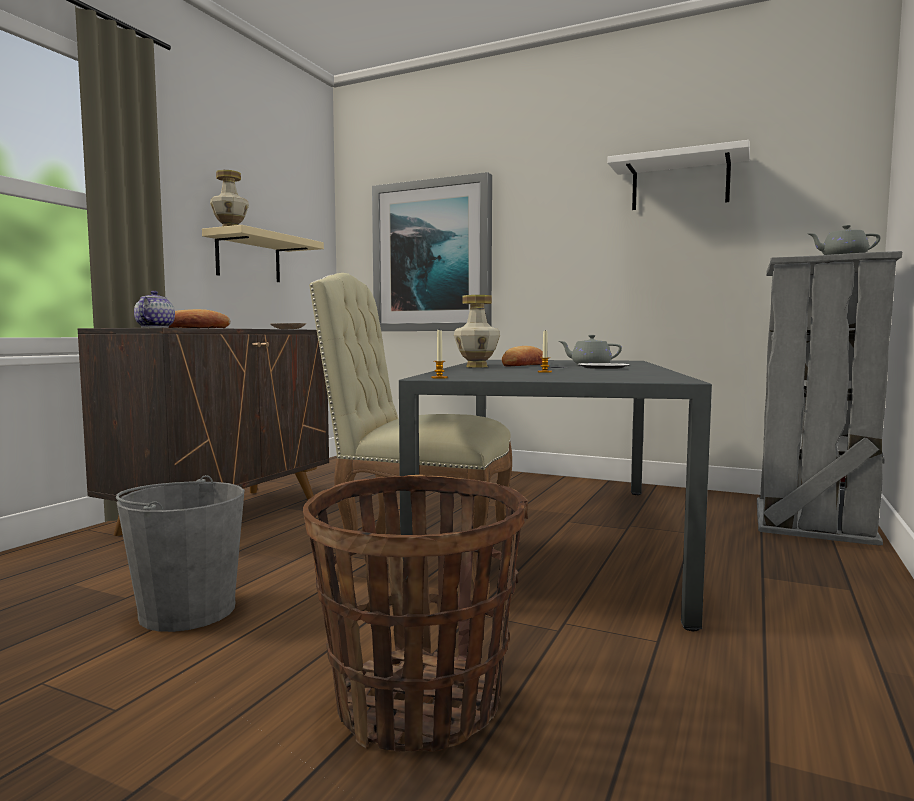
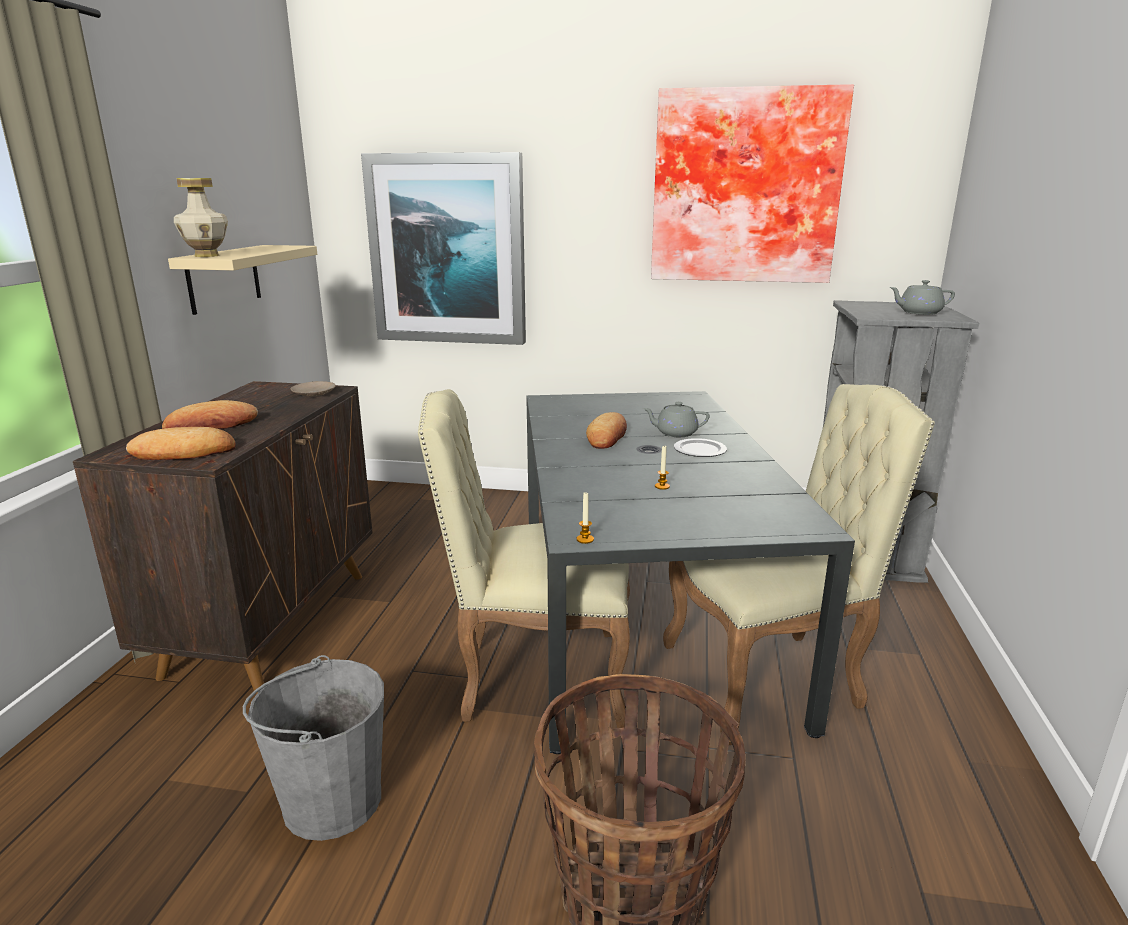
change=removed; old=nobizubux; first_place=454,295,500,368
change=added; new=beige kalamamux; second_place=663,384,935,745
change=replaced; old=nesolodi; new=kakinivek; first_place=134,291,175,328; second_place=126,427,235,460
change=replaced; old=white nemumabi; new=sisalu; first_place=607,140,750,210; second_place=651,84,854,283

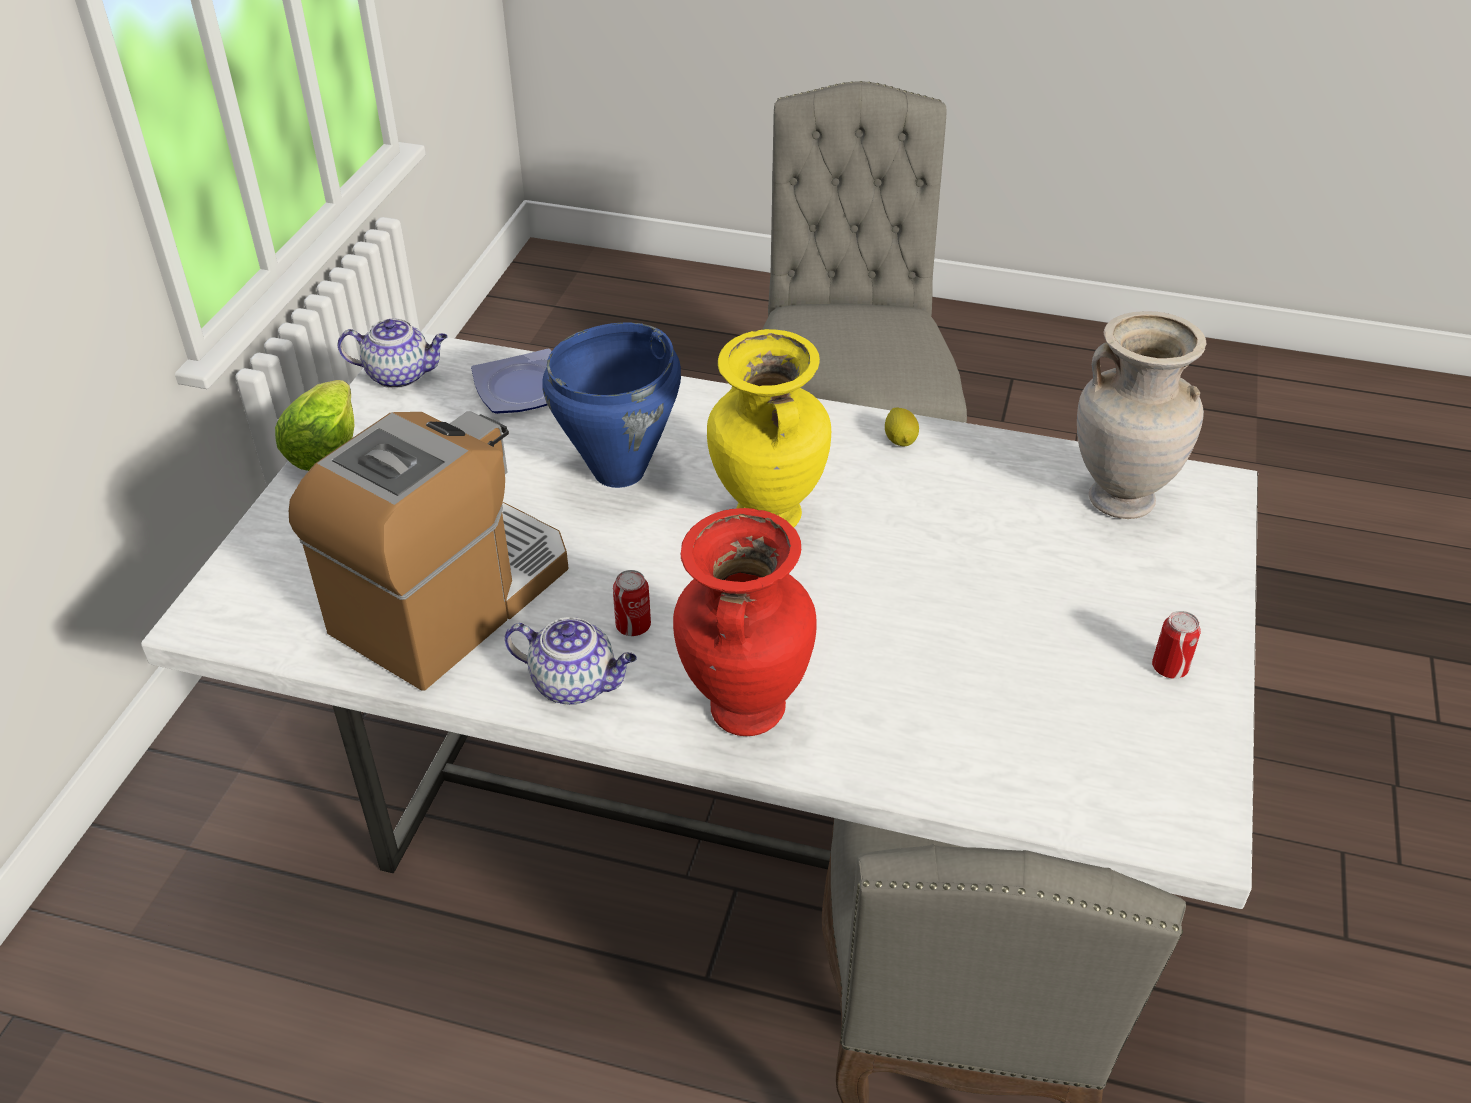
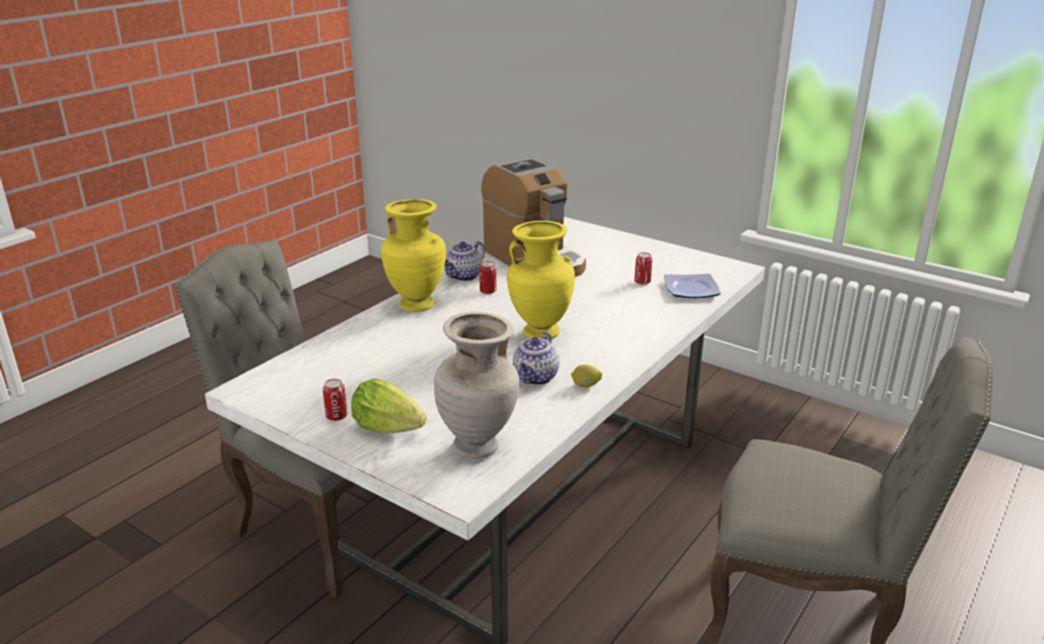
change=removed; old=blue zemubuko; first_place=542,322,681,488
change=added; new=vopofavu; second_place=634,252,652,285
change=moved; old=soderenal; first_place=275,380,354,471; second_place=351,378,427,433
change=moved; old=nesolodi; first_place=337,319,448,388; second_place=513,332,559,385
change=recoloured; old=red nobizubux; new=yellow nobizubux; first_place=673,508,817,736; second_place=381,199,446,312

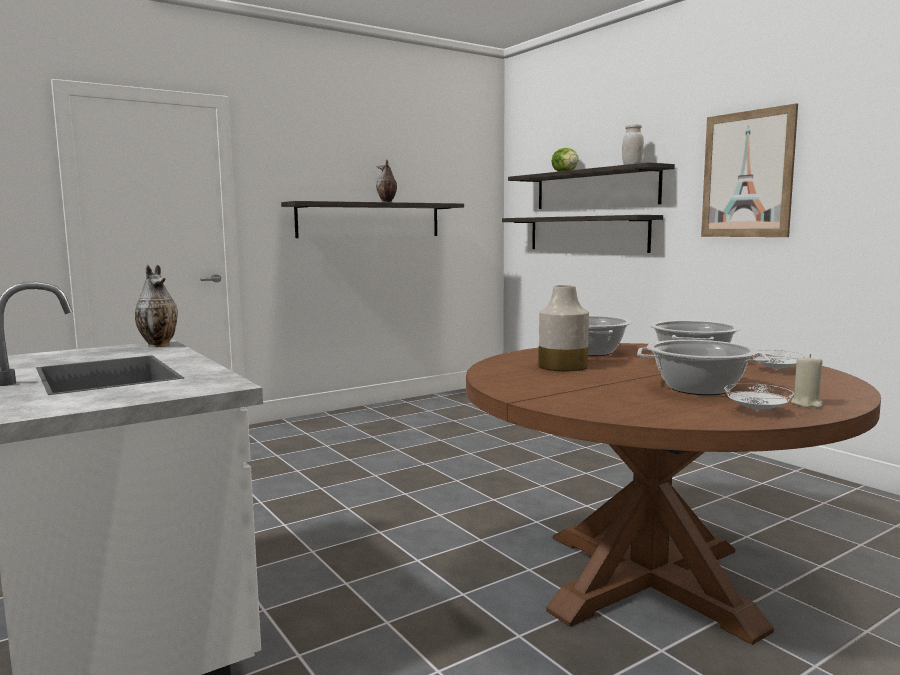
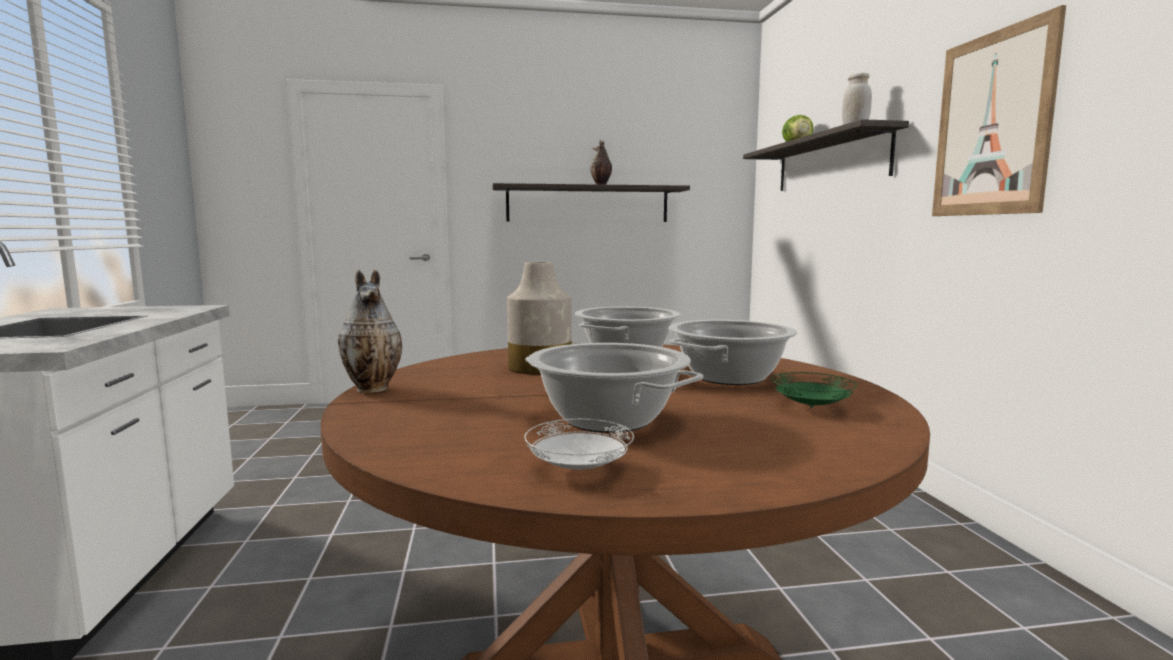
change=removed; old=nemumabi; first_place=502,215,663,253
change=removed; old=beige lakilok; first_place=791,354,823,408
change=moved; old=nobizubux; first_place=135,265,178,347; second_place=338,270,402,393
change=recoloured; old=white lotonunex; new=green lotonunex; first_place=752,350,805,370; second_place=771,372,857,408

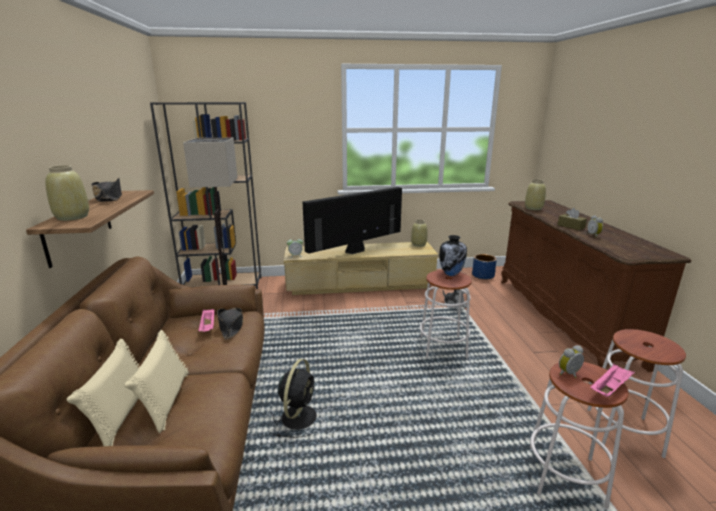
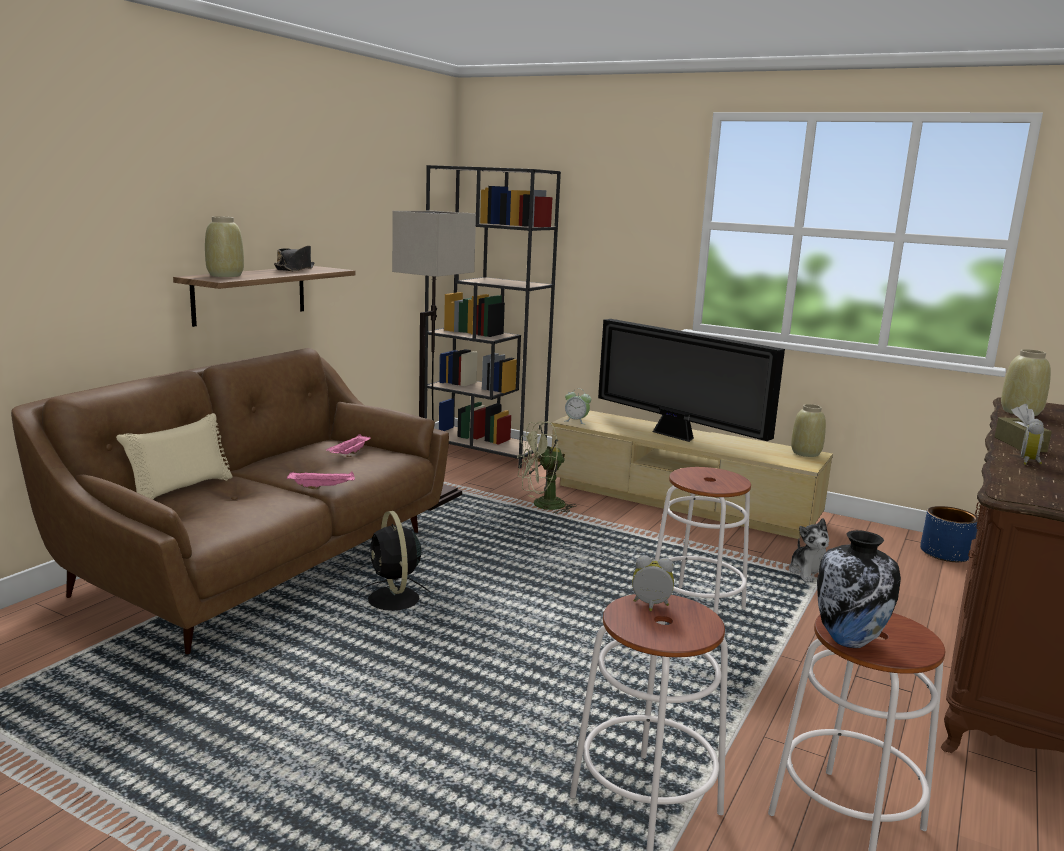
change=removed; old=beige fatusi; first_place=124,330,189,433
change=removed; old=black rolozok; first_place=217,307,244,339
change=added; new=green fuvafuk; second_place=517,421,577,514
change=moved; old=nobizubux; first_place=439,235,467,276; second_place=817,530,901,648
change=moved; old=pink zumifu; first_place=590,363,635,397; second_place=287,471,355,489
change=turned; old=black fuvafuk; first_place=273,359,317,438; second_place=355,511,430,611; degrees=105
change=turned; old=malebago; first_place=303,187,402,254; second_place=598,319,785,442; degrees=-135

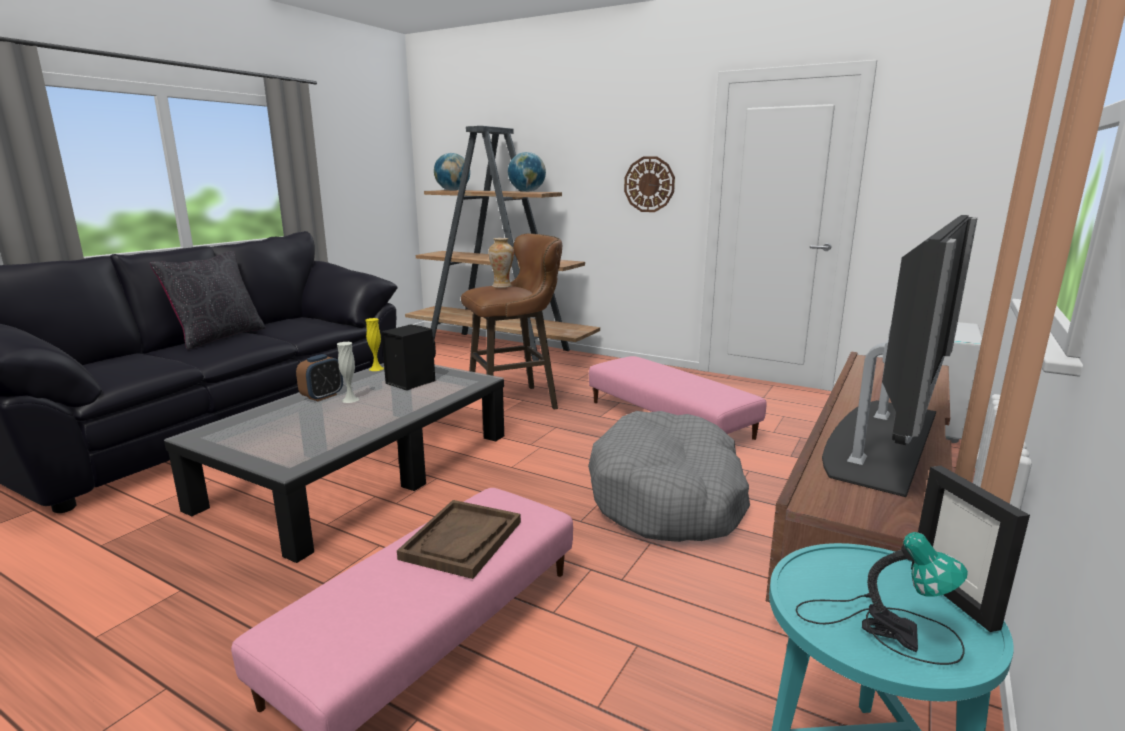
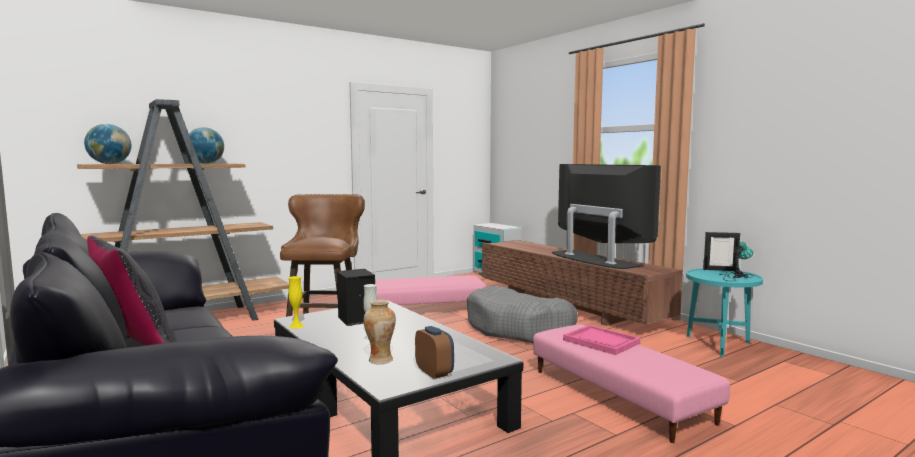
change=removed; old=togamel; first_place=624,156,675,212
change=moved; old=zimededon; first_place=296,354,343,401; second_place=415,326,454,379
change=moved; old=nobizubux; first_place=488,238,514,288; second_place=363,300,396,364
change=recoloured; old=brown zumifu; new=pink zumifu; first_place=397,500,521,579; second_place=563,325,640,355

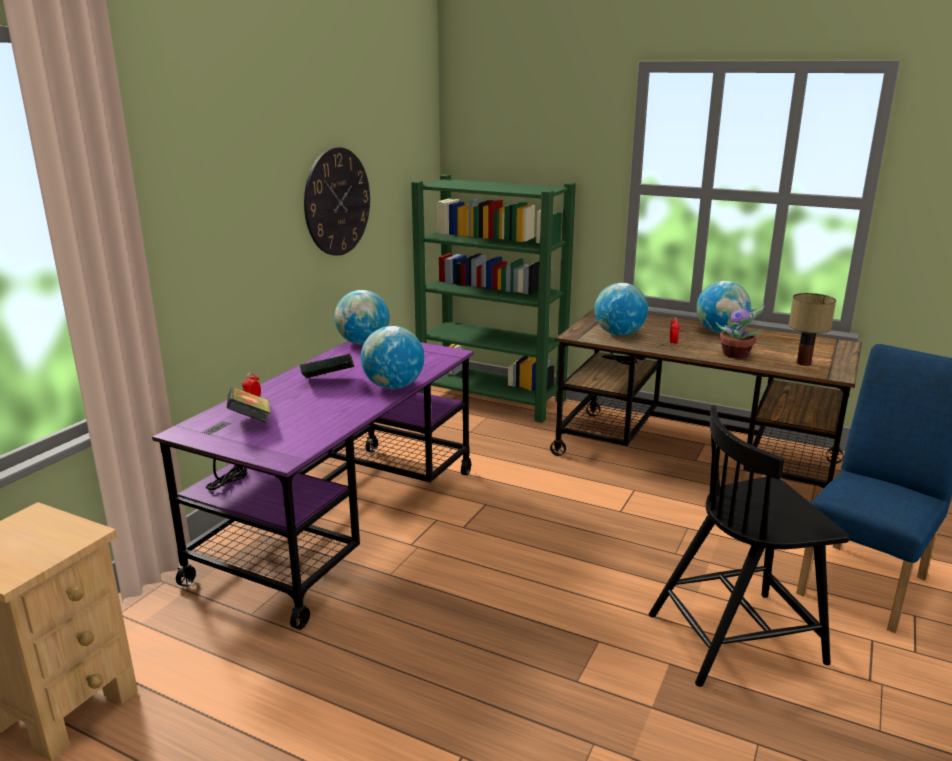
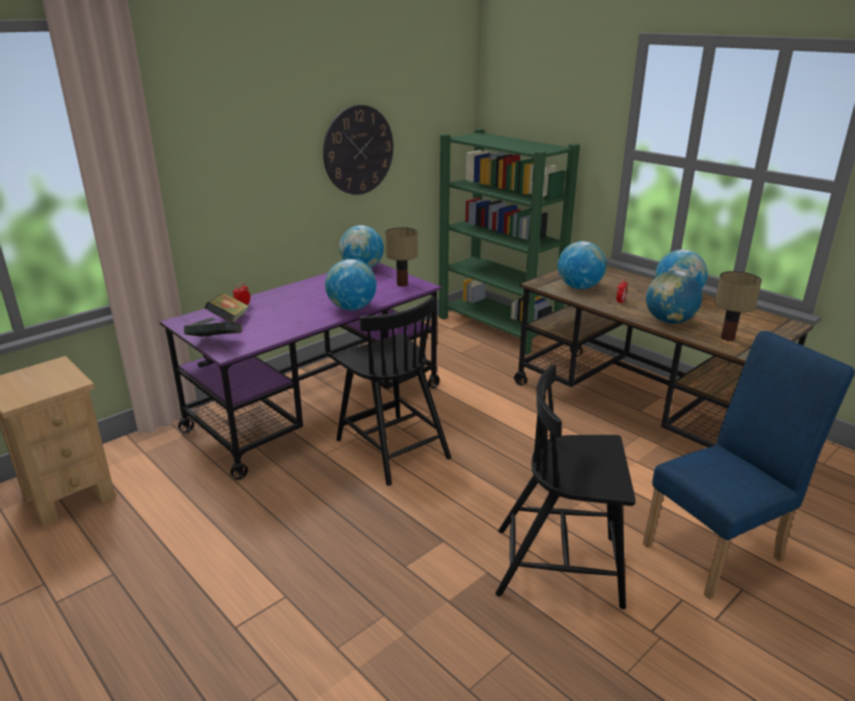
change=added; new=black kalamamux; second_place=332,296,451,486
change=added; new=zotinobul; second_place=385,227,418,286
change=moved; old=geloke; first_place=300,354,354,379; second_place=184,322,242,337
change=replaced; old=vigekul; new=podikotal; first_place=716,302,764,359; second_place=646,270,702,324

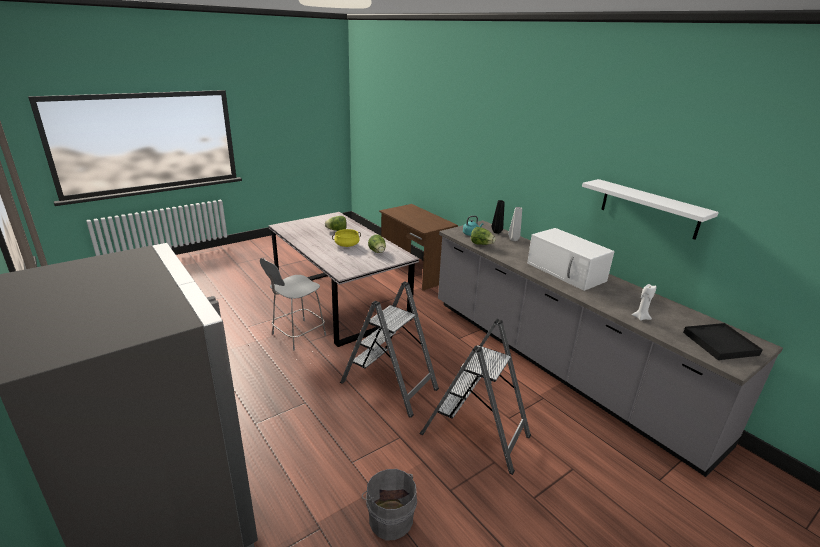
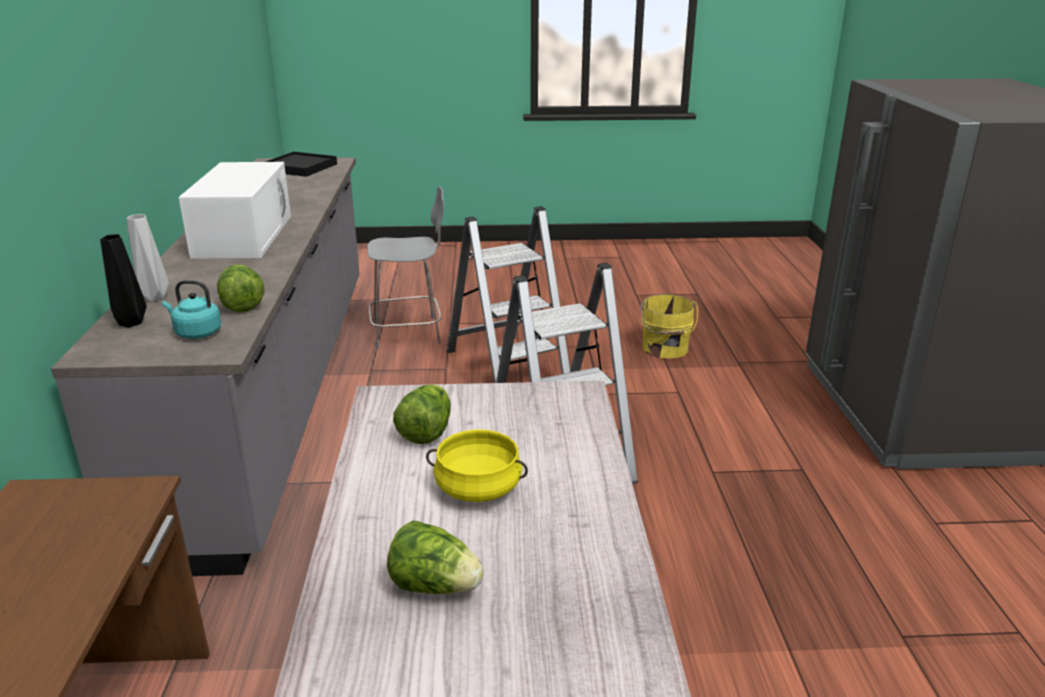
change=removed; old=white nemumabi; first_place=582,179,719,240
change=removed; old=white lakilok; first_place=632,284,657,321
change=moved; old=grey kalamamux; first_place=260,258,326,351; second_place=367,186,444,349
change=recoloured; old=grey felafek; new=yellow felafek; first_place=362,469,417,541; second_place=641,294,698,358

